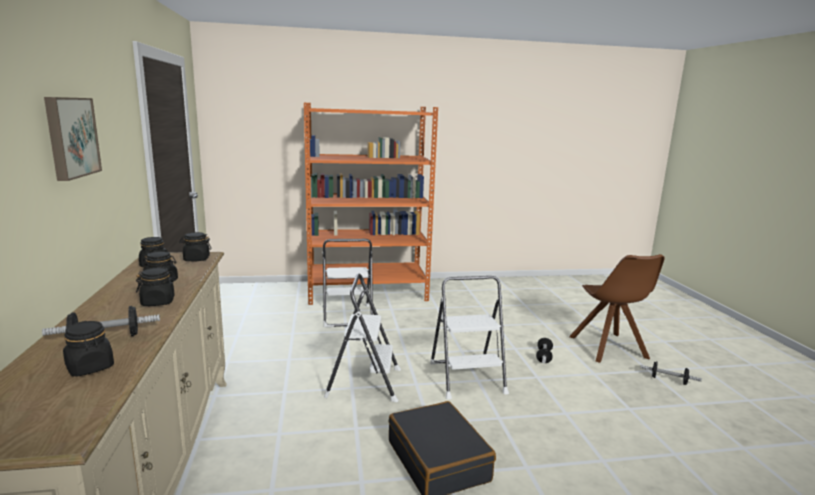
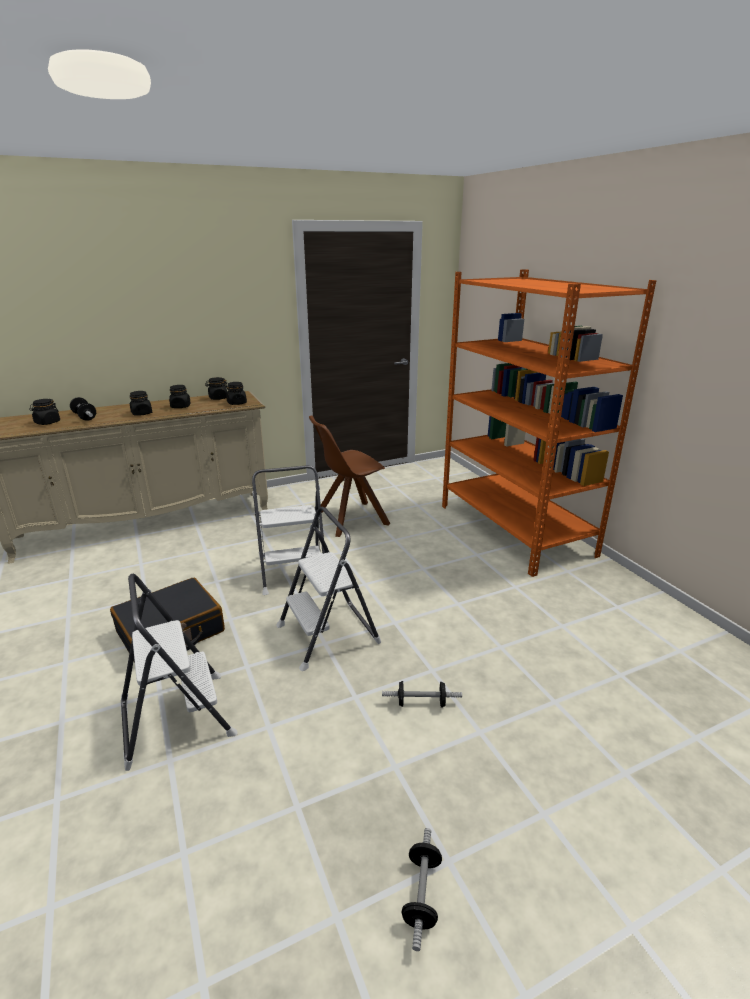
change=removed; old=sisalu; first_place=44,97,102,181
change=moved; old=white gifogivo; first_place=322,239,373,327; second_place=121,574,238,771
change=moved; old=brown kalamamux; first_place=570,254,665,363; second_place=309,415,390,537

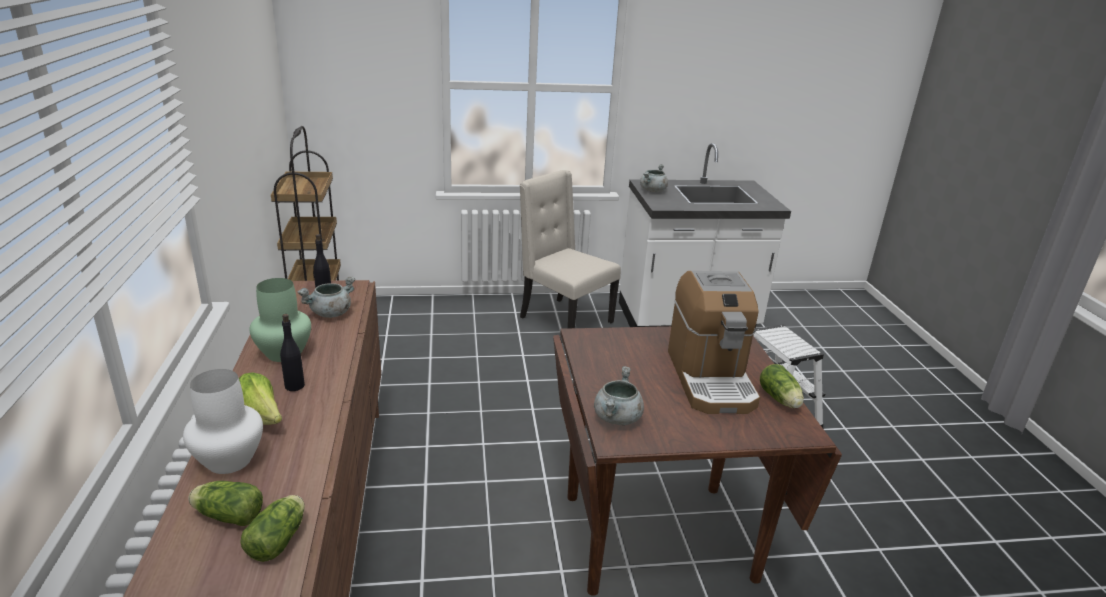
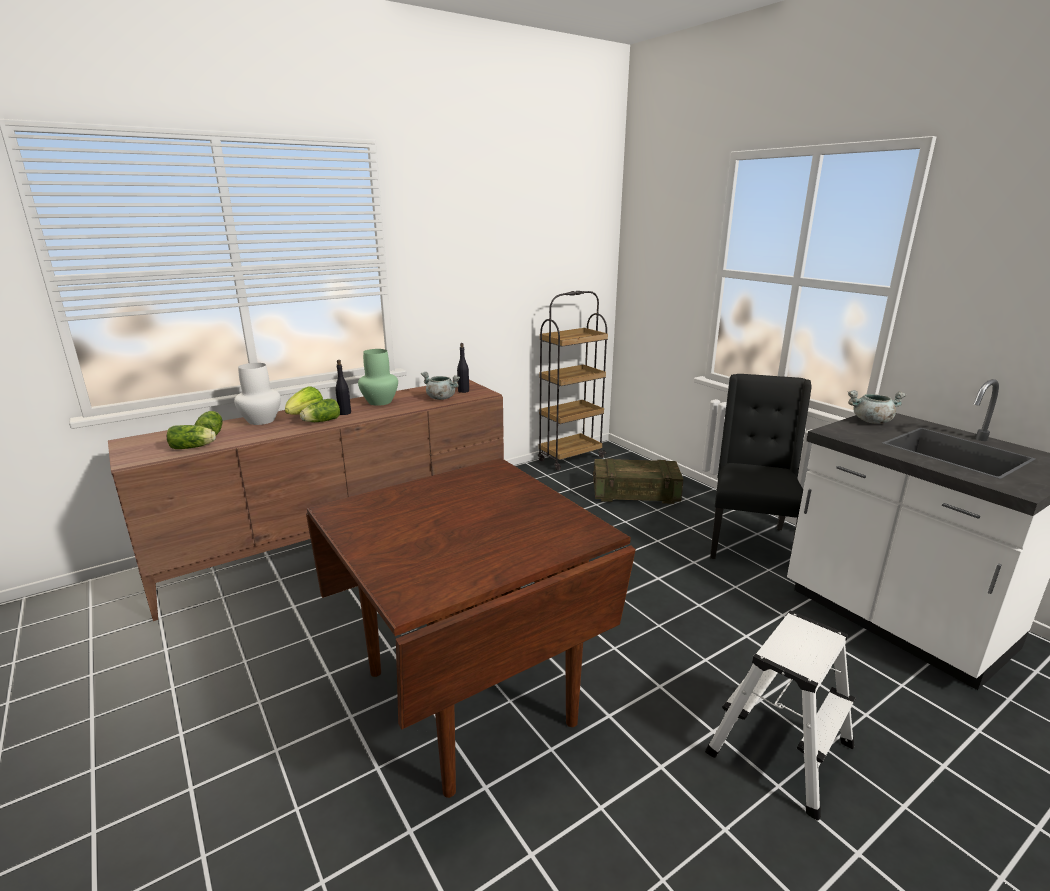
change=removed; old=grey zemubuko; first_place=594,366,644,425
change=removed; old=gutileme; first_place=668,271,760,414
change=added; new=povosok; second_place=593,458,683,504
change=moved; old=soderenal; first_place=760,364,804,408; second_place=300,399,340,422
change=recoloured; old=beige kalamamux; new=black kalamamux; first_place=520,170,621,328; second_place=710,374,812,559

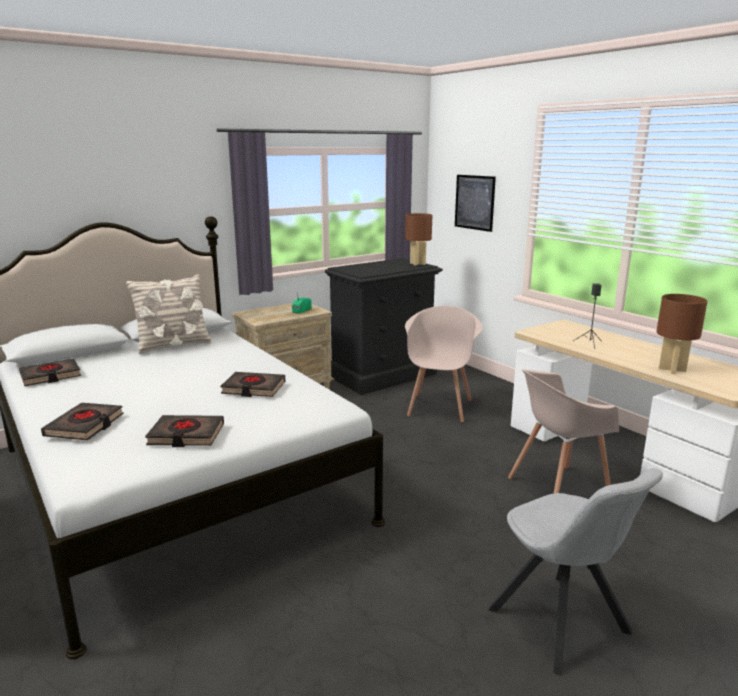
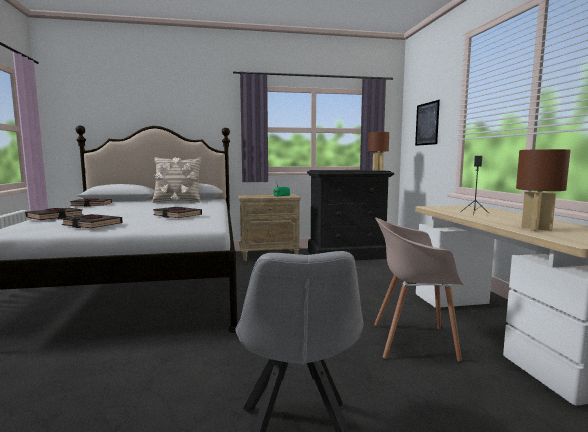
change=removed; old=beige kalamamux; first_place=405,306,483,422

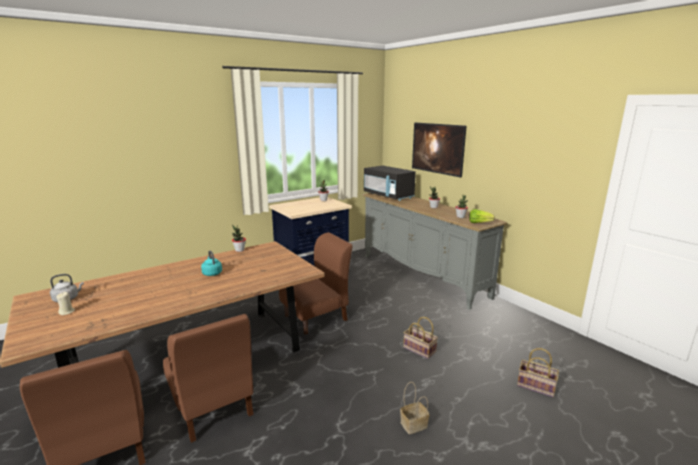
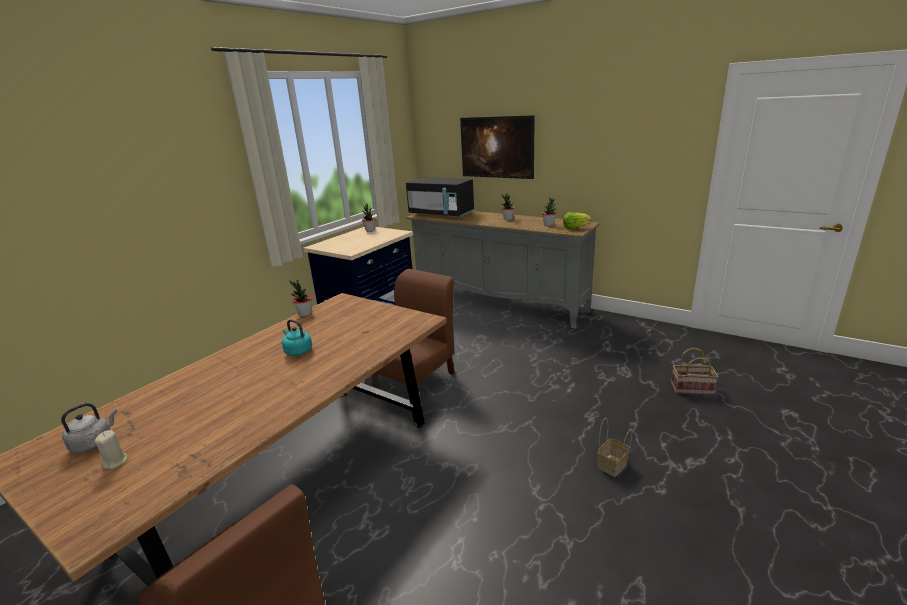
change=removed; old=brown kalamamux; first_place=163,314,254,443
change=removed; old=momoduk; first_place=403,317,438,359

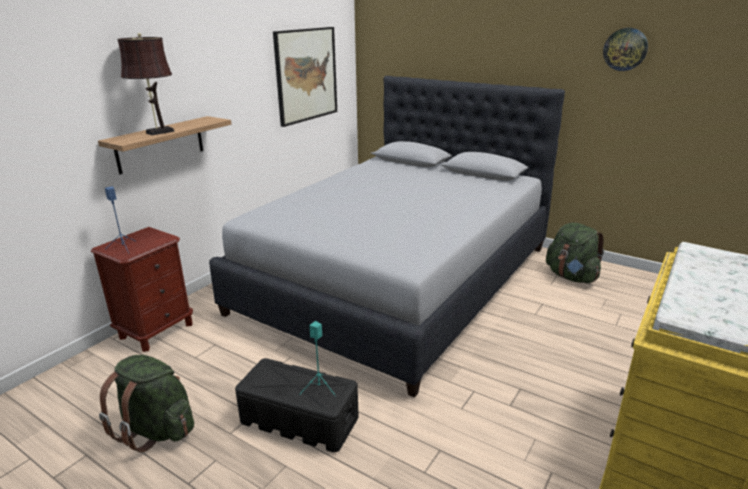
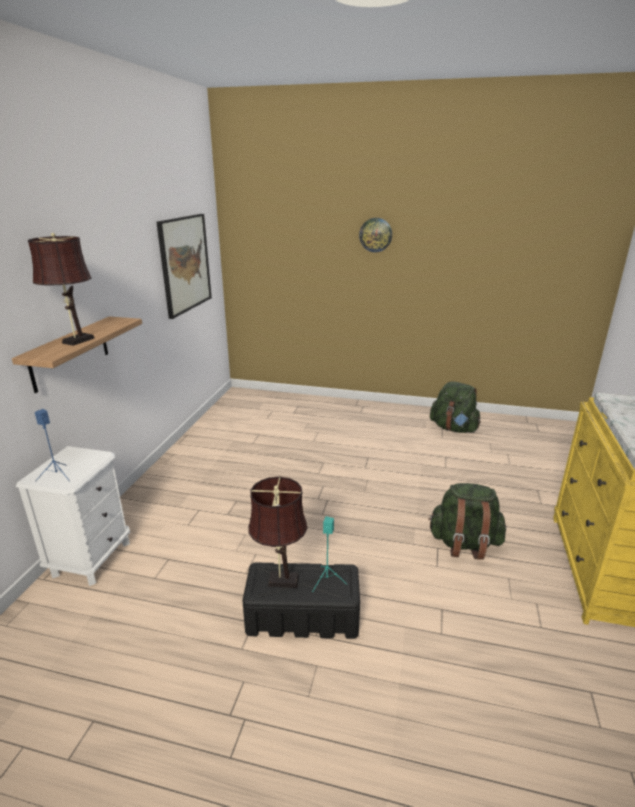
change=removed; old=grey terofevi; first_place=209,76,565,397
change=added; new=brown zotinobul; second_place=249,477,307,588
change=moved; old=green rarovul; first_place=99,355,194,453; second_place=428,483,506,560
change=moved; old=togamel; first_place=603,28,648,71; second_place=359,218,392,252
change=recoloured; old=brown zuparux; new=white zuparux; first_place=91,227,193,352; second_place=16,446,130,586

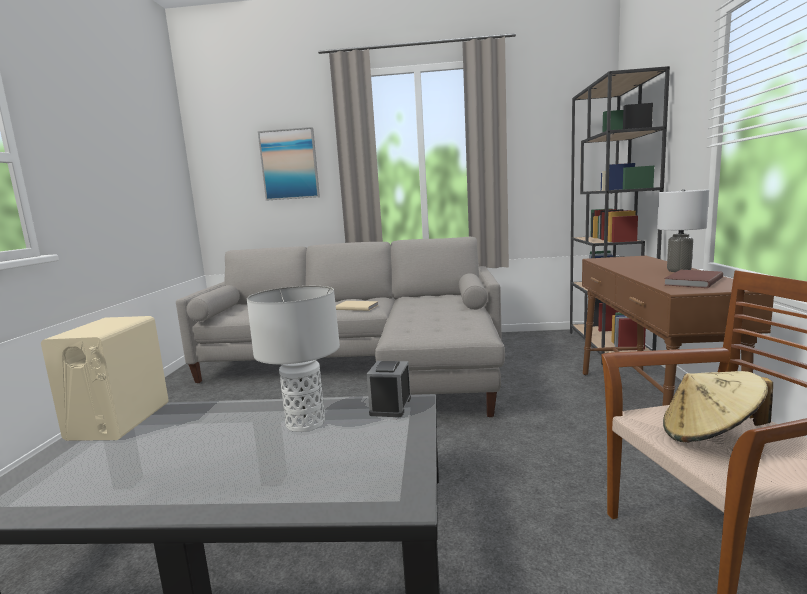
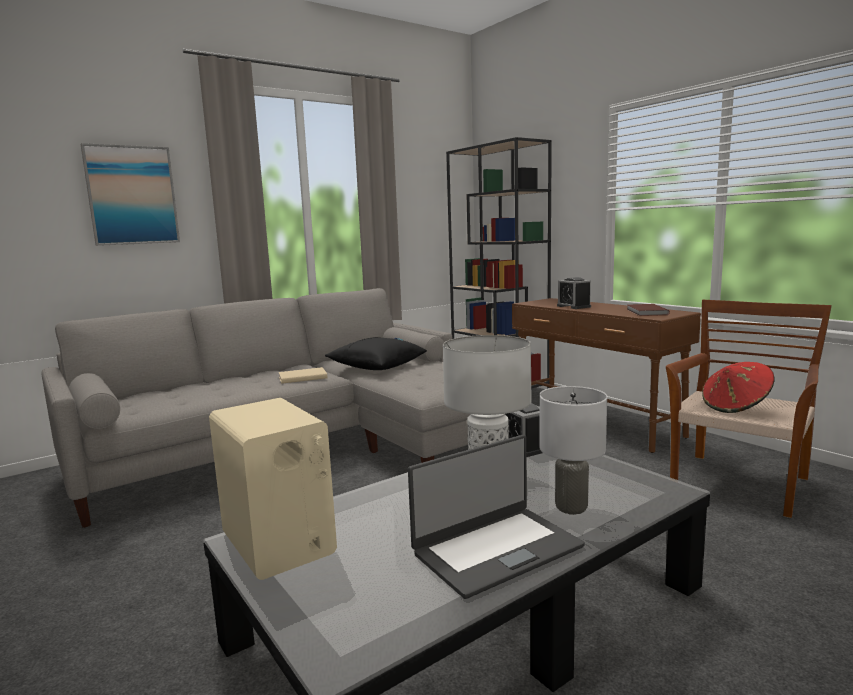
change=added; new=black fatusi; second_place=325,337,427,370
change=added; new=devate; second_place=408,435,585,599
change=added; new=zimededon; second_place=557,277,591,309
change=moved; old=white zotinobul; first_place=657,189,709,272; second_place=540,386,607,515
change=recoloured; old=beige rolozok; new=red rolozok; first_place=663,371,773,442; second_place=702,362,775,413

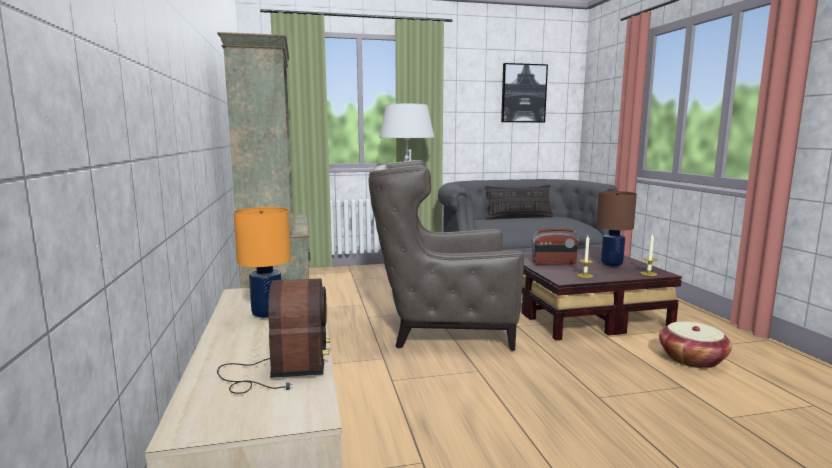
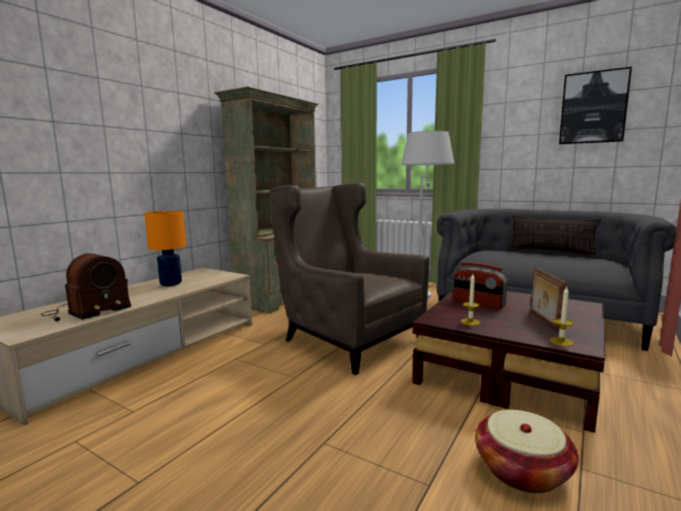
change=replaced; old=brown zotinobul; new=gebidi; first_place=596,191,637,266; second_place=530,268,567,332

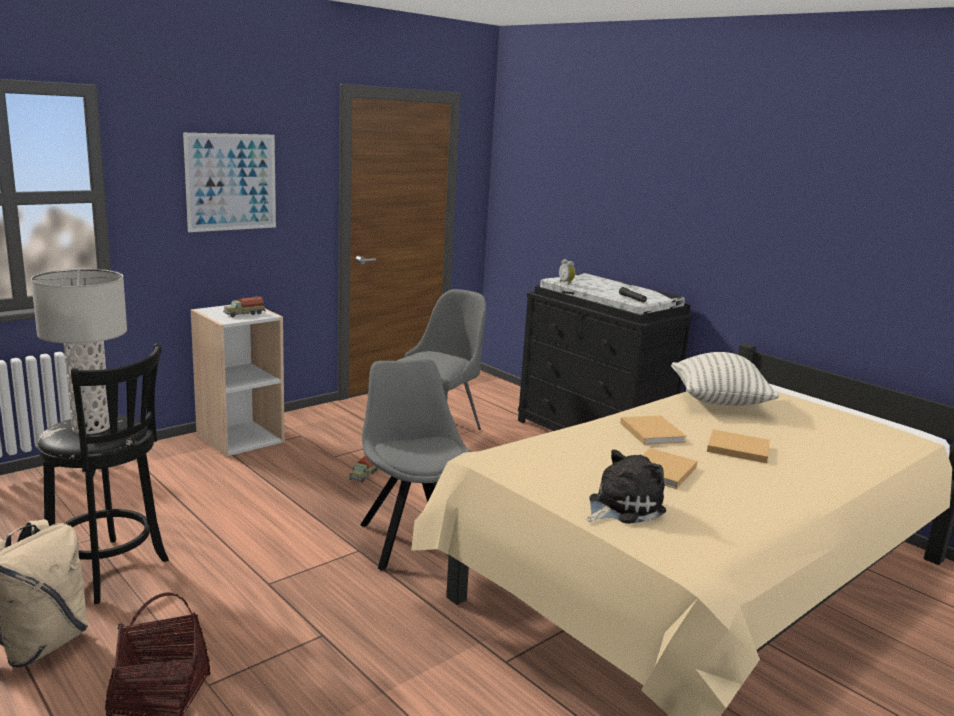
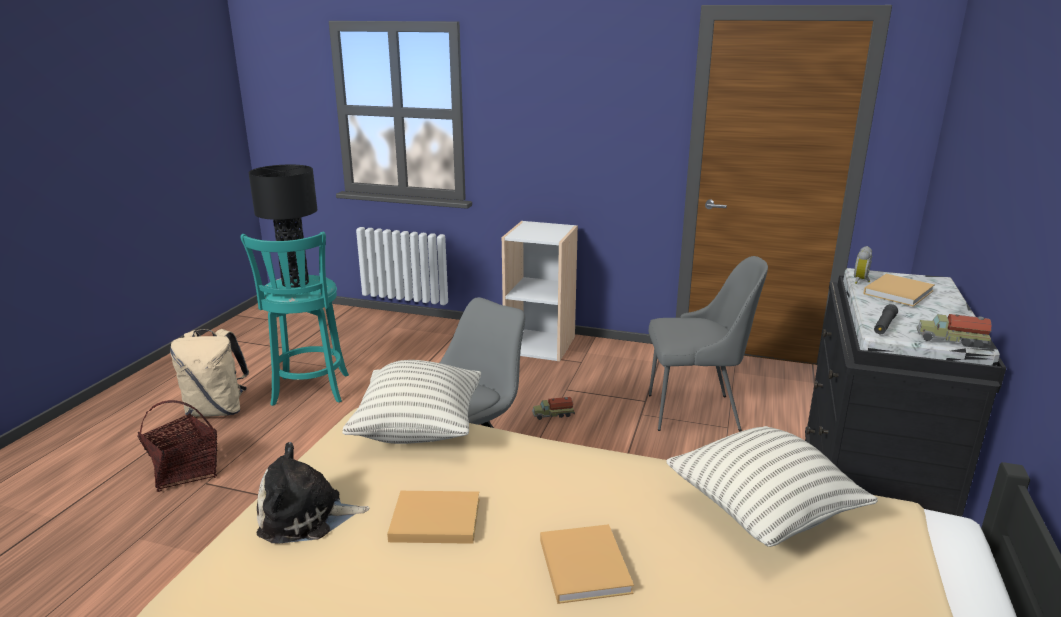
change=removed; old=sisalu; first_place=183,133,276,232
change=added; new=fatusi; second_place=342,360,481,444
change=moved; old=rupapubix; first_place=223,296,266,317; second_place=917,314,992,348
change=moved; old=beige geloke; first_place=620,416,687,445; second_place=863,274,935,307
change=recoloured; old=white zotinobul; new=black zotinobul; first_place=31,269,127,434; second_place=249,165,317,288
change=recoloured; old=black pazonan; new=turquoise pazonan; first_place=37,343,169,604; second_place=241,231,349,406
change=turned; old=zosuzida; first_place=587,449,666,524; second_place=256,442,369,544; degrees=150

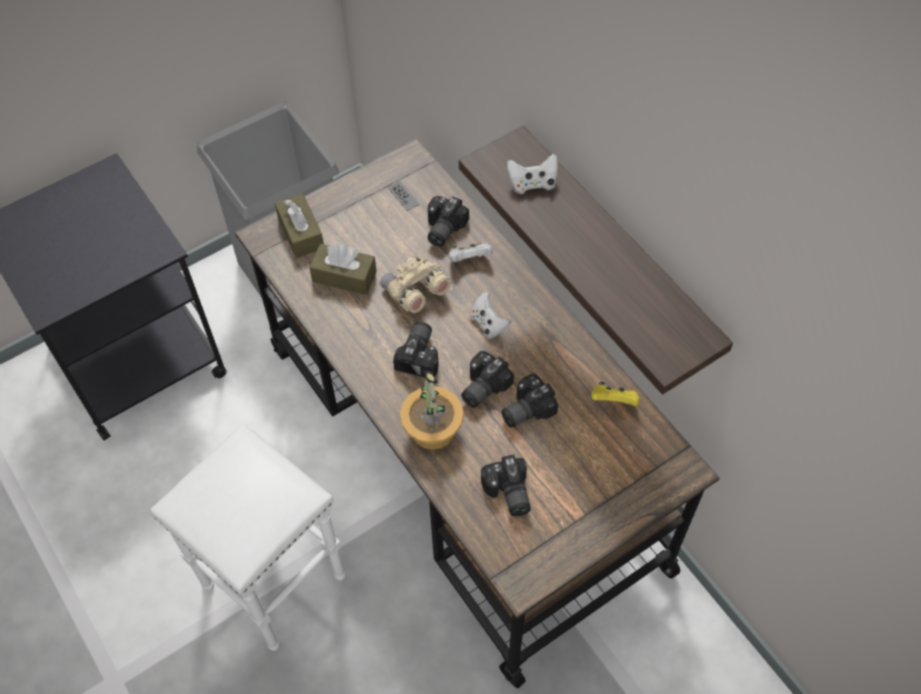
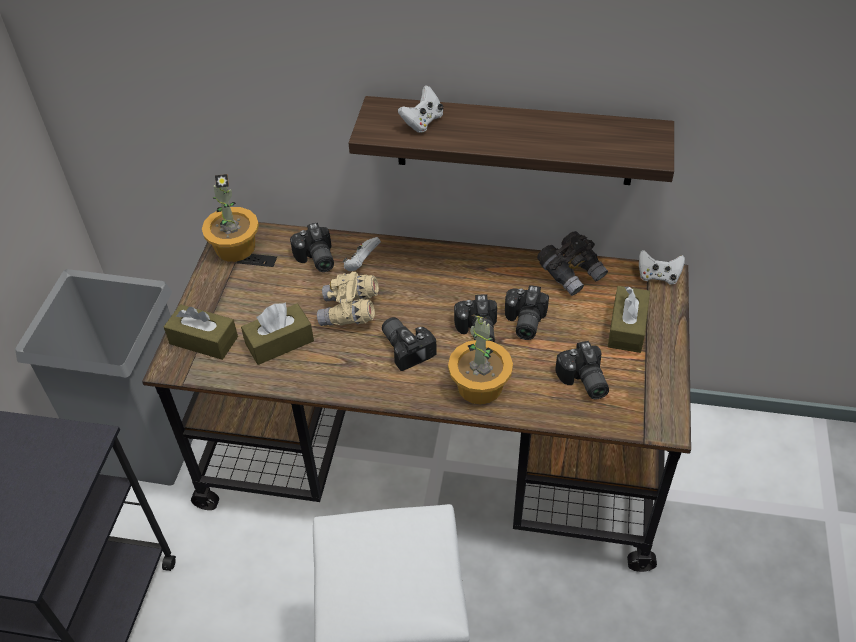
change=added; new=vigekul; second_place=202,174,259,262
change=added; new=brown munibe; second_place=608,286,650,353
change=moved; old=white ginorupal; first_place=470,292,511,339; second_place=639,250,685,285
change=replaced; old=yellow ginorupal; new=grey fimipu; first_place=591,382,640,406; second_place=537,231,608,296
change=turned; old=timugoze; first_place=481,455,531,516; second_place=555,341,609,399; degrees=45

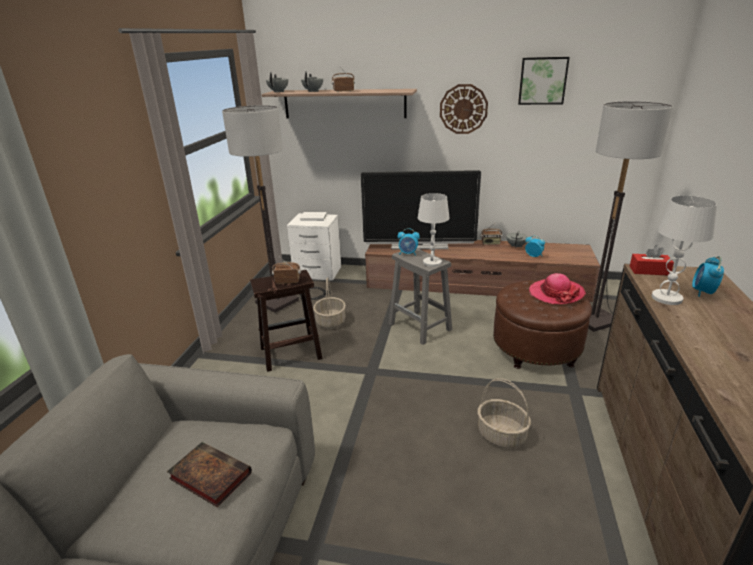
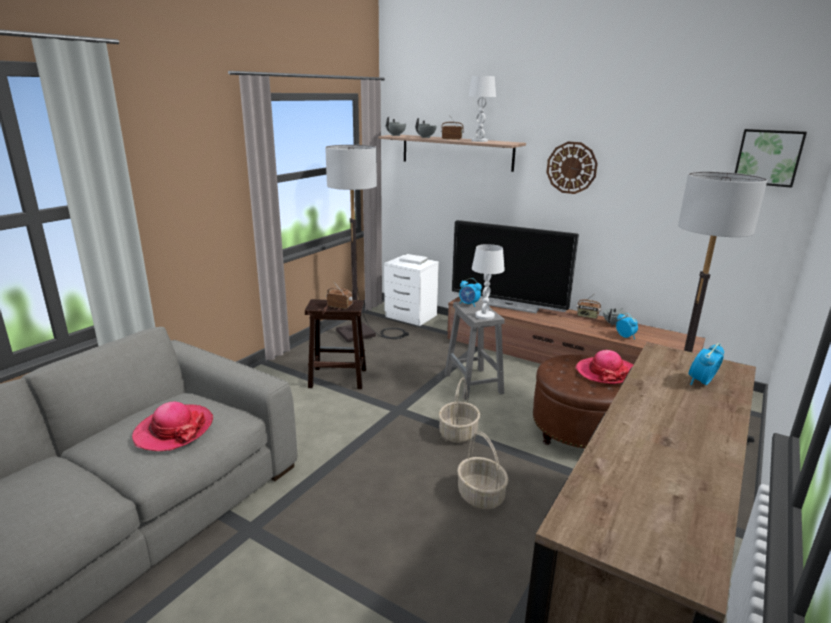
change=removed; old=red munibe; first_place=630,245,674,275
change=moved; old=momoduk; first_place=313,277,346,329; second_place=438,378,480,443
change=moved; old=sisalu; first_place=518,57,570,105; second_place=735,129,807,188
change=moved; old=white zotinobul; first_place=652,196,717,305; second_place=469,76,496,142
change=replaced; old=geloke; new=rolozok; first_place=167,442,252,507; second_place=132,402,213,451

